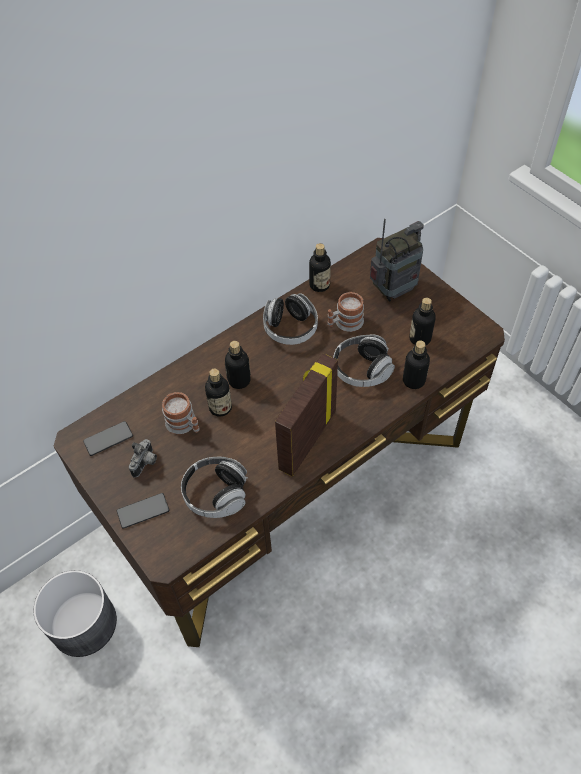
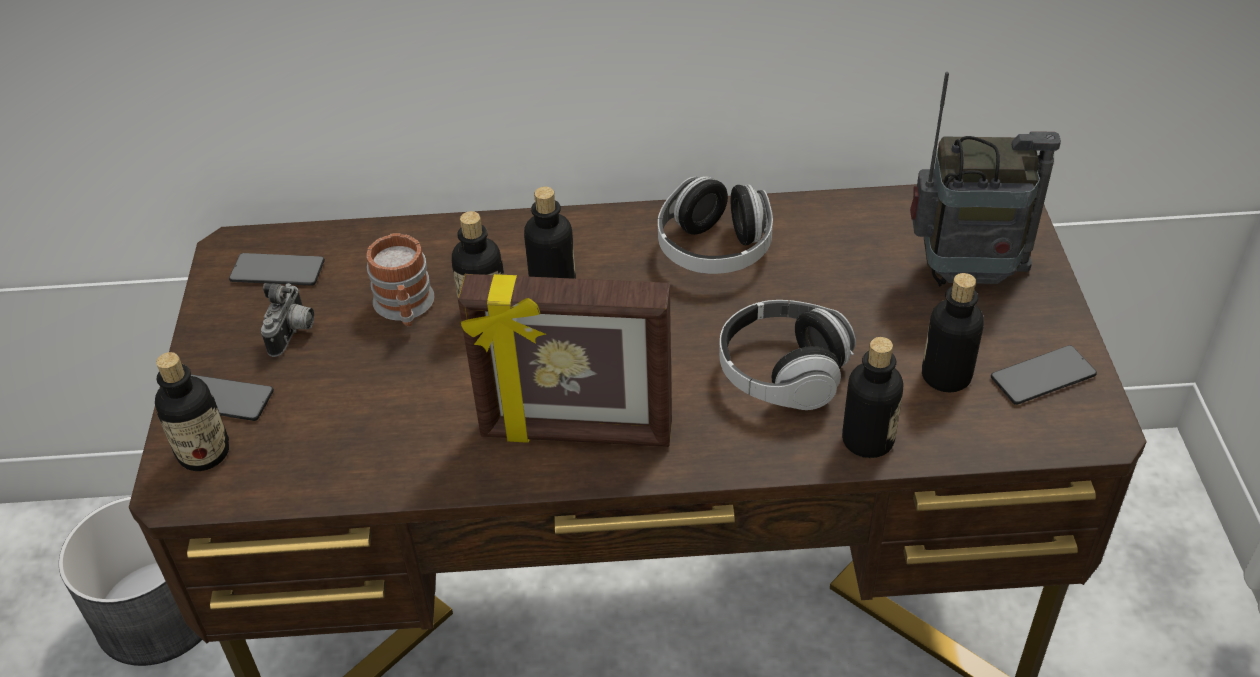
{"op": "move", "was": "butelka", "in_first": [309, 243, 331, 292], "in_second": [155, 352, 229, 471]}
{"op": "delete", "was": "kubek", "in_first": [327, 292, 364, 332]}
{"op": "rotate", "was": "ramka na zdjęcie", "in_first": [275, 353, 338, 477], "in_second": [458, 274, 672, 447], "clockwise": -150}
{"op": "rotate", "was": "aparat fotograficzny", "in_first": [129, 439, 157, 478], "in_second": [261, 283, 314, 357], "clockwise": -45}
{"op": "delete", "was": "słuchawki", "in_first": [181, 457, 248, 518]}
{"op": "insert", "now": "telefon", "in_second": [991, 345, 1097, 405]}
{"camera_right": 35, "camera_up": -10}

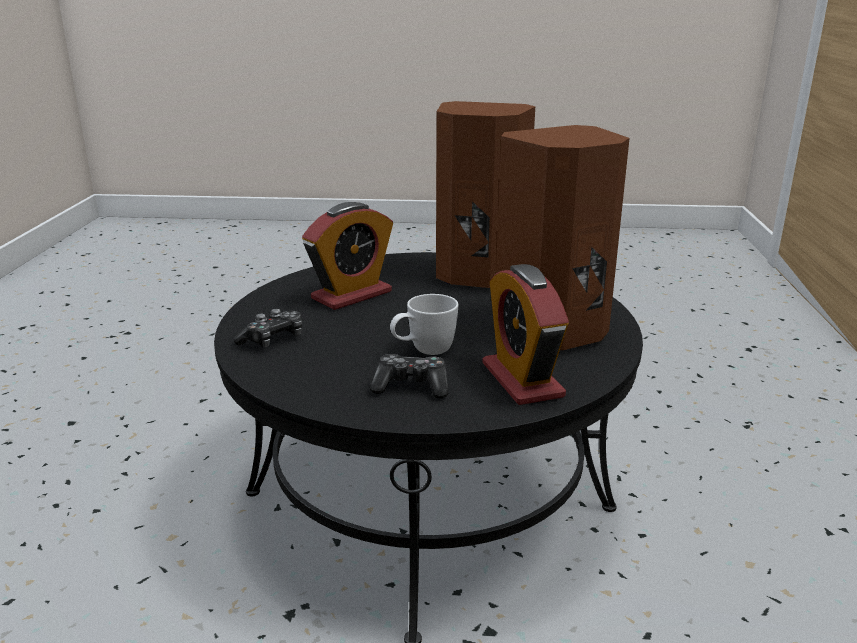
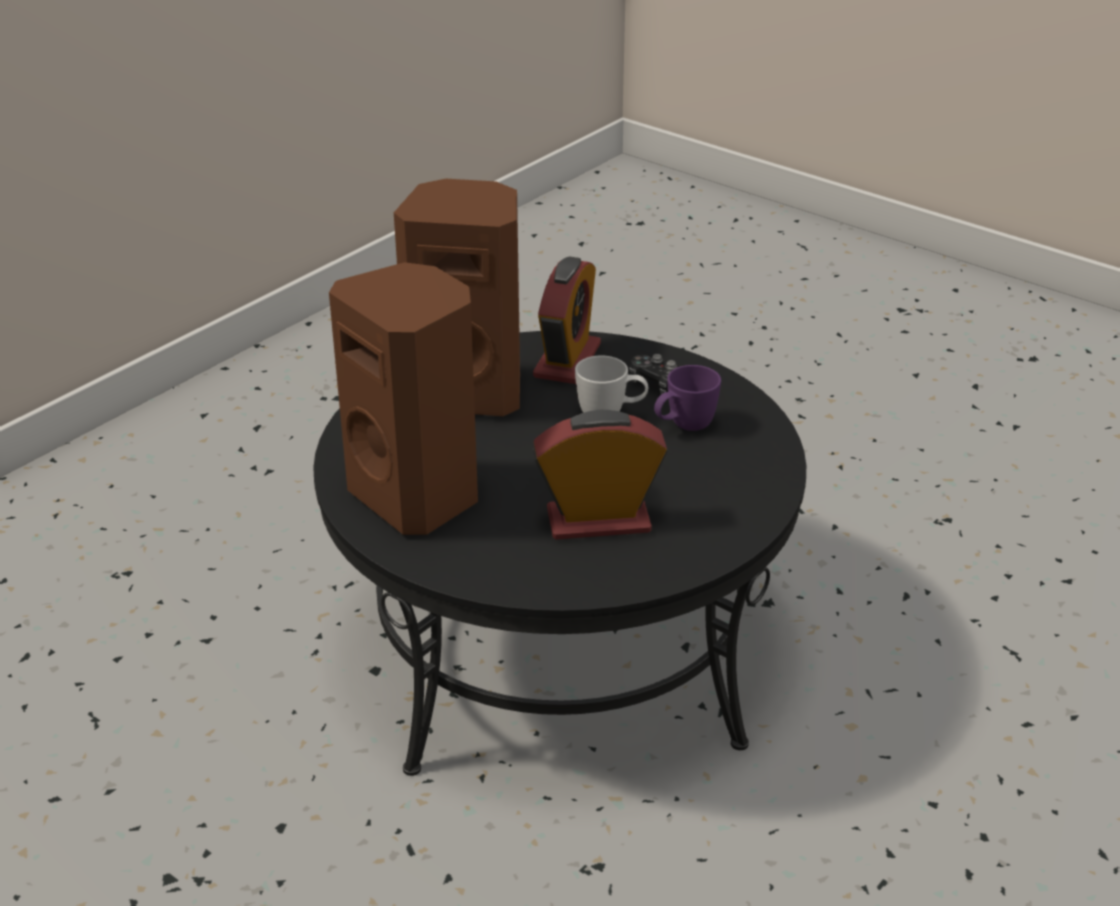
{"op": "delete", "was": "pad do gier", "in_first": [234, 309, 302, 348]}
{"op": "insert", "now": "kubek [fioletowy]", "in_second": [654, 365, 721, 431]}
{"camera_right": -145, "camera_up": 10}

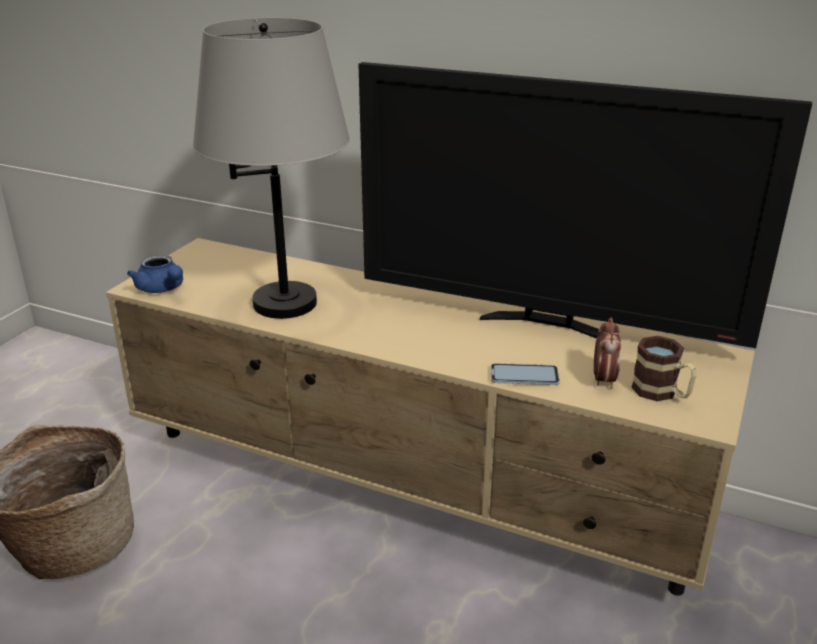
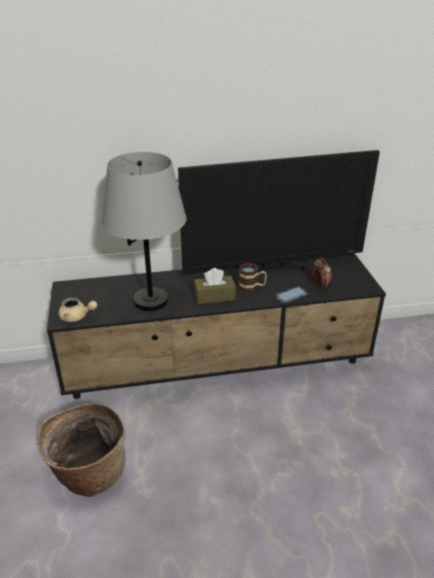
{"op": "recolor", "was": "szafka pod telewizor [beżowy]", "now": "szafka pod telewizor [czarny]", "in_first": [106, 238, 755, 596], "in_second": [47, 253, 386, 399]}
{"op": "recolor", "was": "imbryk [niebieski]", "now": "imbryk [beżowy]", "in_first": [127, 254, 183, 293], "in_second": [59, 297, 97, 322]}
{"op": "move", "was": "kubek", "in_first": [631, 336, 697, 401], "in_second": [238, 263, 267, 291]}
{"op": "insert", "now": "pudełko chusteczek [brązowy]", "in_second": [194, 268, 236, 304]}
{"camera_right": -35, "camera_up": 5}

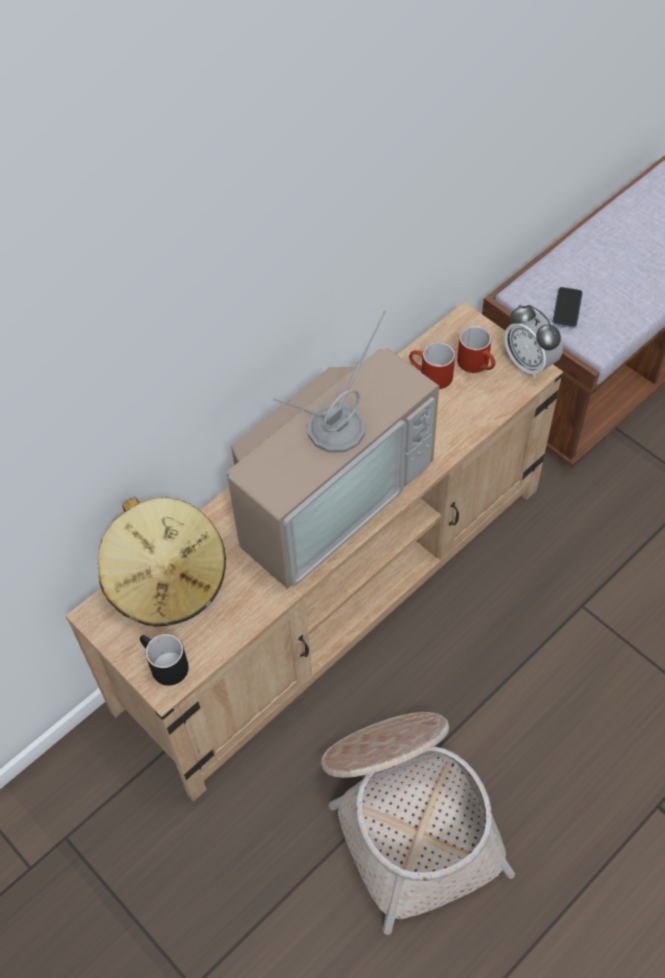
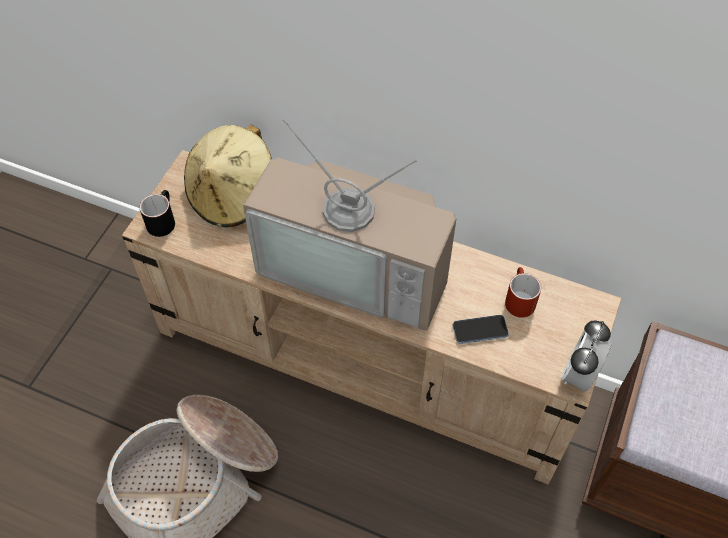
{"op": "move", "was": "telefon", "in_first": [552, 287, 583, 328], "in_second": [453, 315, 509, 344]}
{"op": "delete", "was": "kubek [czerwony]", "in_first": [457, 326, 495, 373]}
{"camera_right": 65, "camera_up": 0}

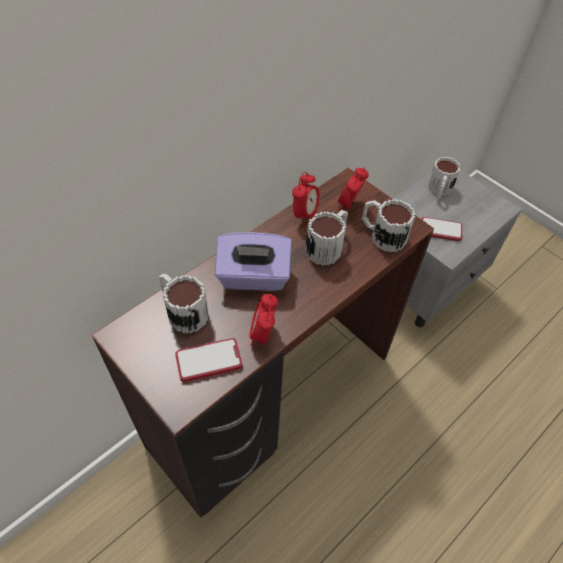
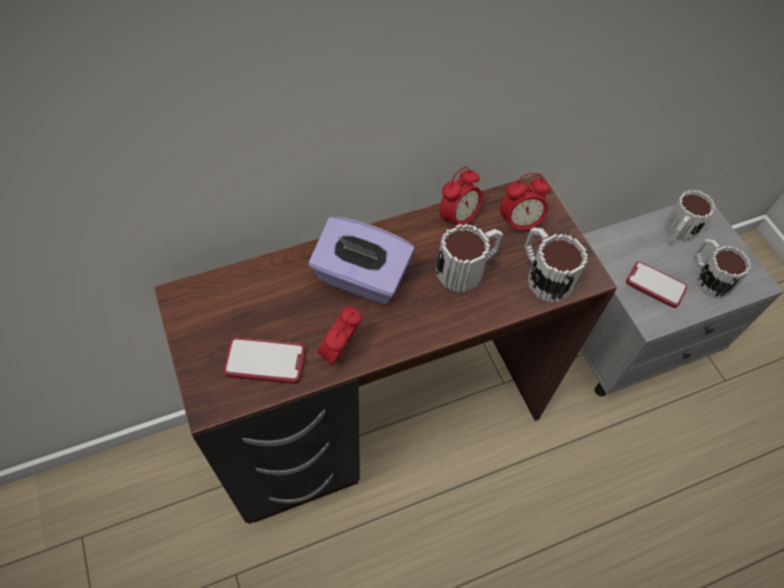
{"op": "rotate", "was": "budzik", "in_first": [337, 167, 369, 210], "in_second": [500, 173, 550, 234], "clockwise": -150}
{"op": "move", "was": "kubek", "in_first": [159, 274, 208, 334], "in_second": [695, 239, 751, 299]}
{"camera_right": 20, "camera_up": 5}

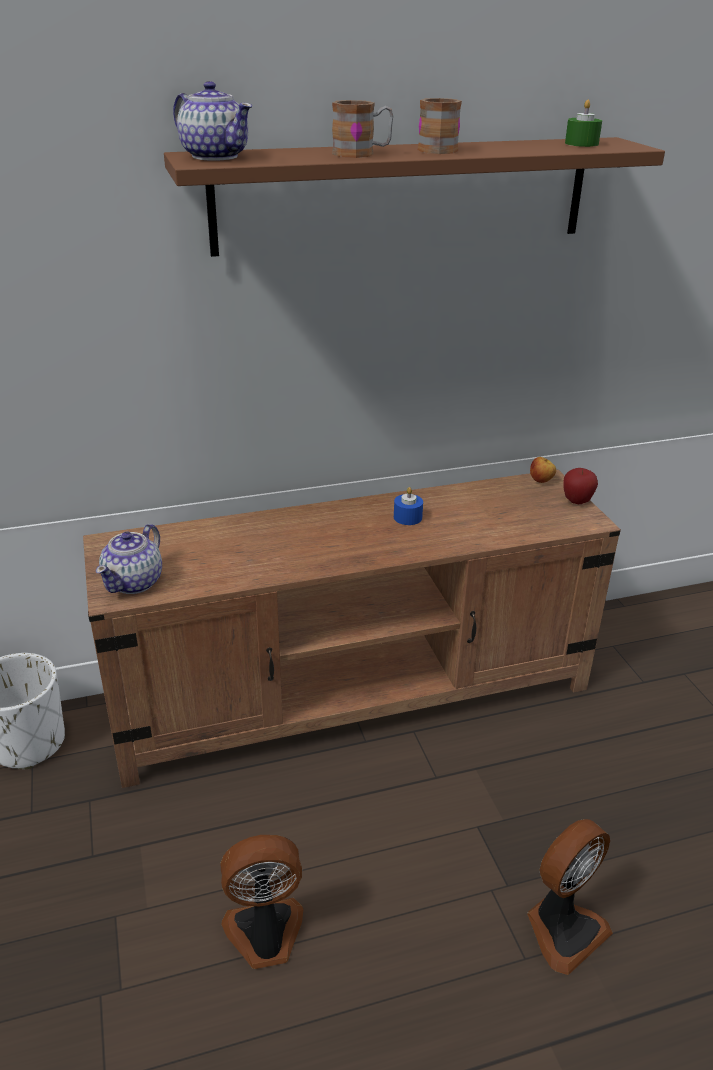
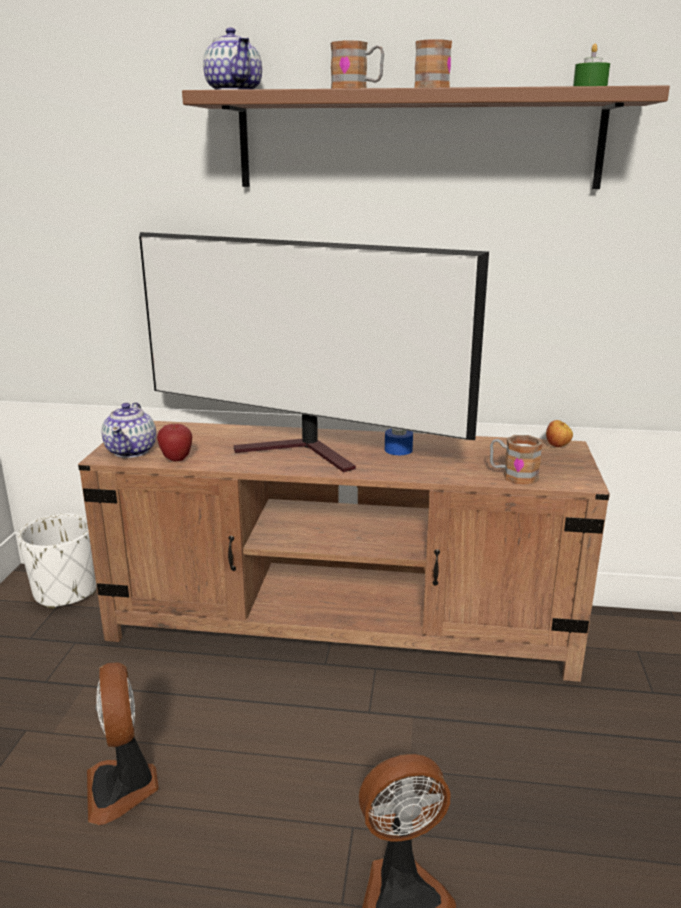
{"op": "move", "was": "jabłko", "in_first": [564, 468, 598, 504], "in_second": [157, 424, 192, 461]}
{"op": "rotate", "was": "imbryk", "in_first": [96, 524, 162, 594], "in_second": [102, 402, 156, 458], "clockwise": -45}
{"op": "rotate", "was": "wentylator", "in_first": [220, 835, 304, 969], "in_second": [87, 662, 159, 825], "clockwise": -120}
{"op": "insert", "now": "telewizor", "in_second": [139, 232, 489, 472]}
{"op": "insert", "now": "kubek", "in_second": [490, 435, 543, 484]}
{"camera_right": 25, "camera_up": -10}

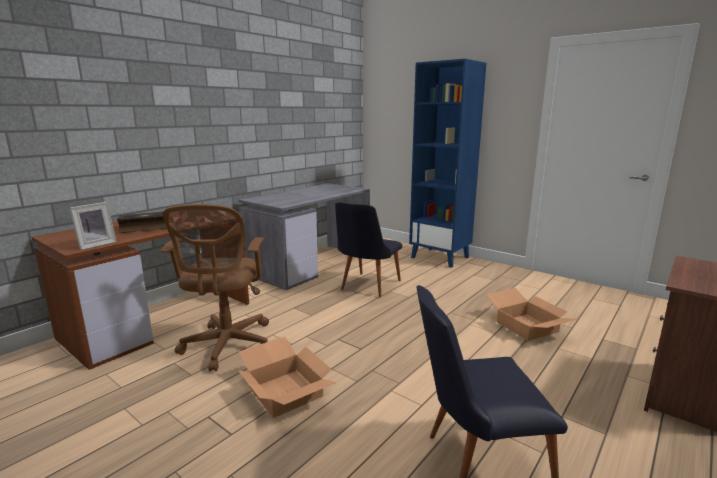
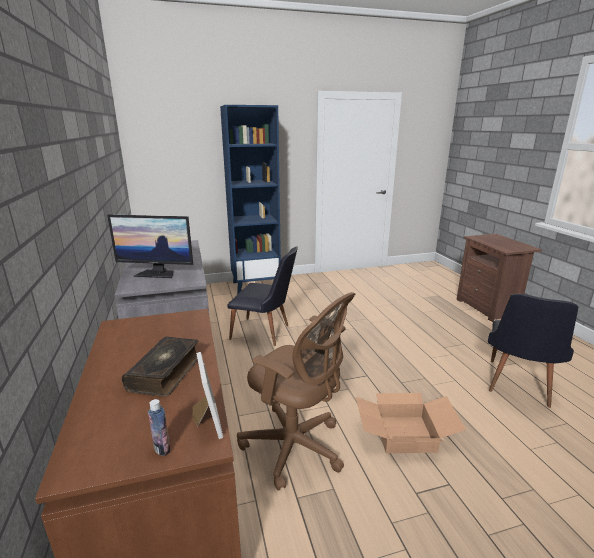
{"op": "rotate", "was": "krzesło [czarny]", "in_first": [335, 202, 402, 298], "in_second": [227, 246, 298, 346], "clockwise": -45}
{"op": "delete", "was": "karton", "in_first": [486, 288, 577, 341]}
{"op": "insert", "now": "monitor", "in_second": [107, 214, 193, 278]}
{"op": "insert", "now": "butelka", "in_second": [148, 399, 170, 456]}
{"camera_right": -55, "camera_up": 5}

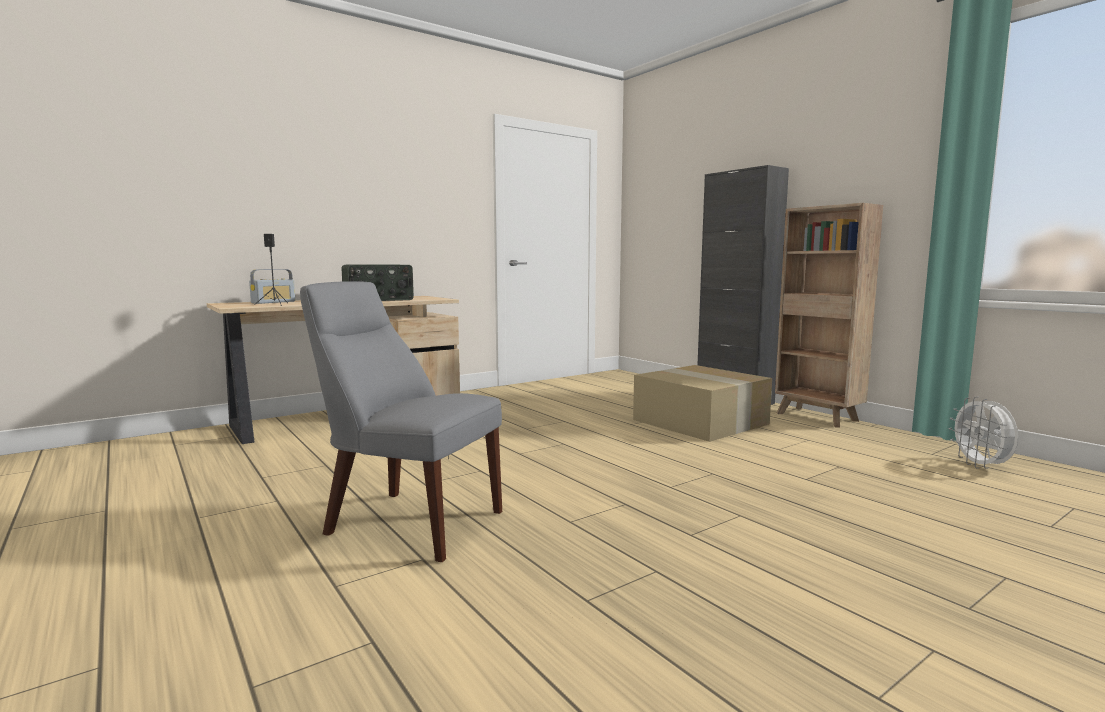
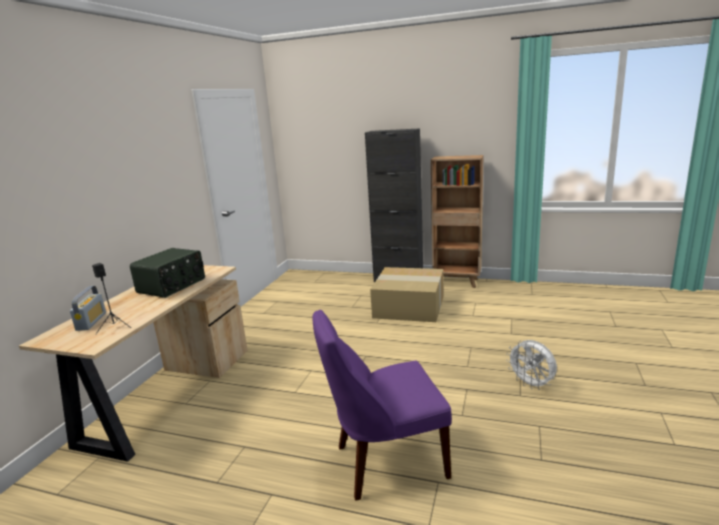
{"op": "recolor", "was": "krzesło [szary]", "now": "krzesło [fioletowy]", "in_first": [300, 281, 502, 562], "in_second": [312, 310, 452, 501]}
{"op": "move", "was": "wentylator [biały]", "in_first": [948, 397, 1018, 469], "in_second": [506, 340, 557, 390]}
{"camera_right": -35, "camera_up": 10}

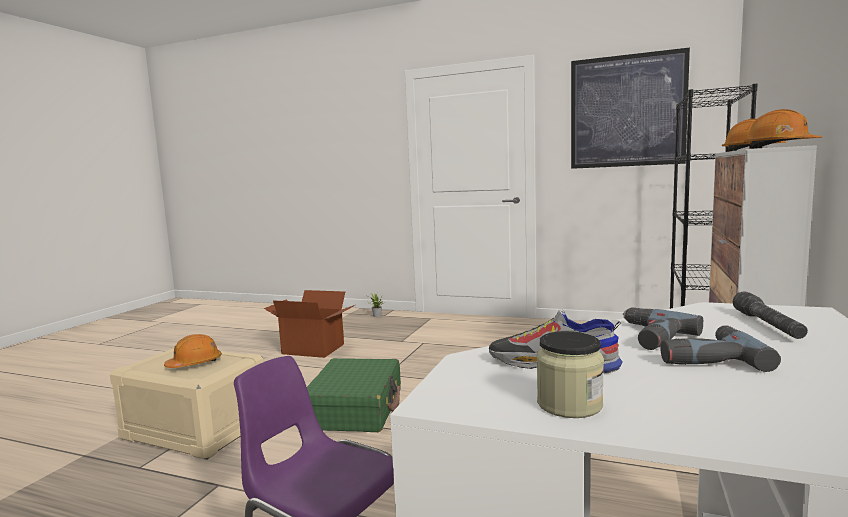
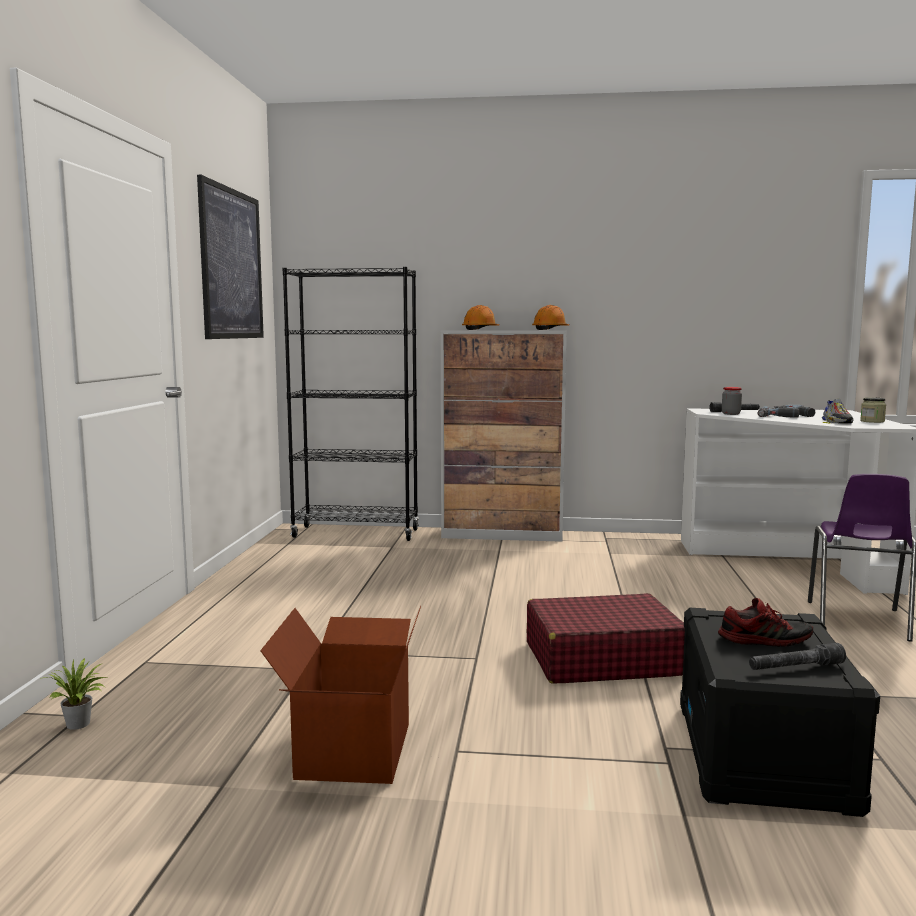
{"op": "replace", "was": "kask [pomarańczowy]", "now": "but", "in_first": [164, 334, 222, 368], "in_second": [718, 598, 813, 647]}
{"op": "recolor", "was": "pojemnik do przechowywania [beżowy]", "now": "pojemnik do przechowywania [czarny]", "in_first": [110, 347, 263, 460], "in_second": [680, 608, 880, 817]}
{"op": "recolor", "was": "walizka [zielony]", "now": "walizka [czerwony]", "in_first": [307, 358, 401, 432], "in_second": [527, 593, 685, 684]}
{"op": "insert", "now": "słoik", "in_second": [722, 387, 742, 415]}
{"op": "insert", "now": "latarka [szary]", "in_second": [749, 643, 846, 670]}
{"camera_right": -105, "camera_up": 0}

